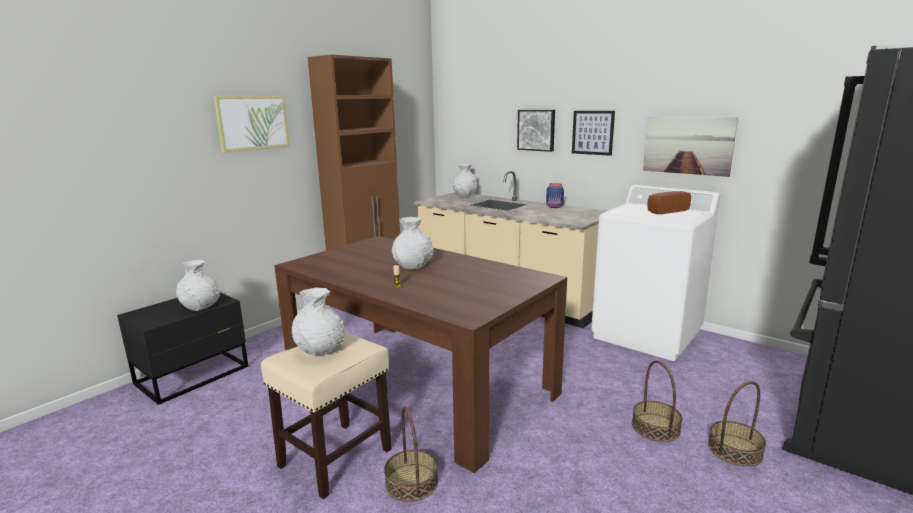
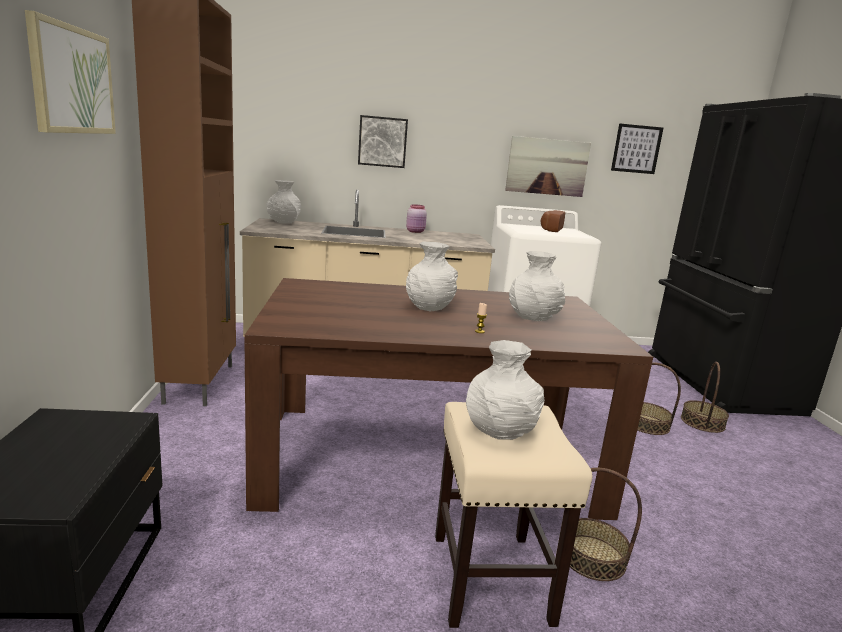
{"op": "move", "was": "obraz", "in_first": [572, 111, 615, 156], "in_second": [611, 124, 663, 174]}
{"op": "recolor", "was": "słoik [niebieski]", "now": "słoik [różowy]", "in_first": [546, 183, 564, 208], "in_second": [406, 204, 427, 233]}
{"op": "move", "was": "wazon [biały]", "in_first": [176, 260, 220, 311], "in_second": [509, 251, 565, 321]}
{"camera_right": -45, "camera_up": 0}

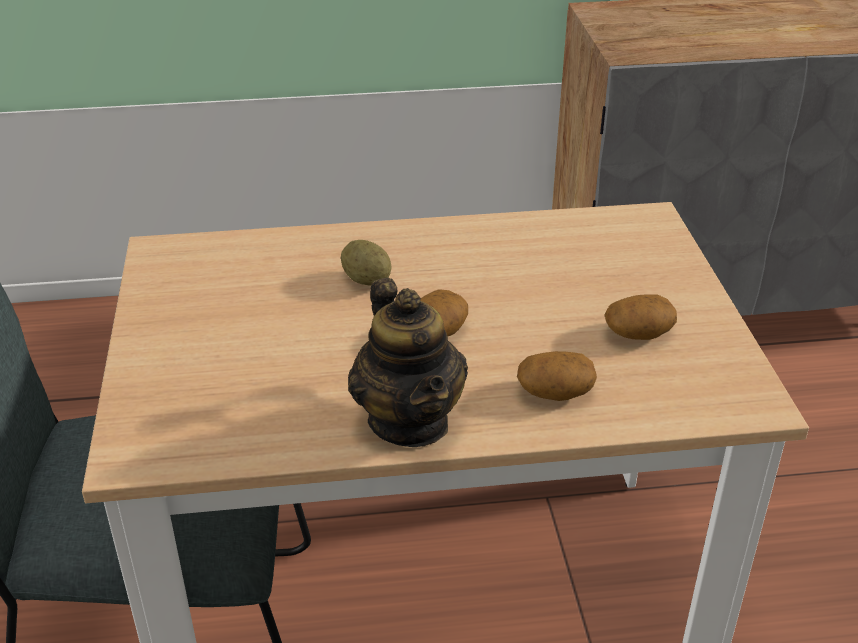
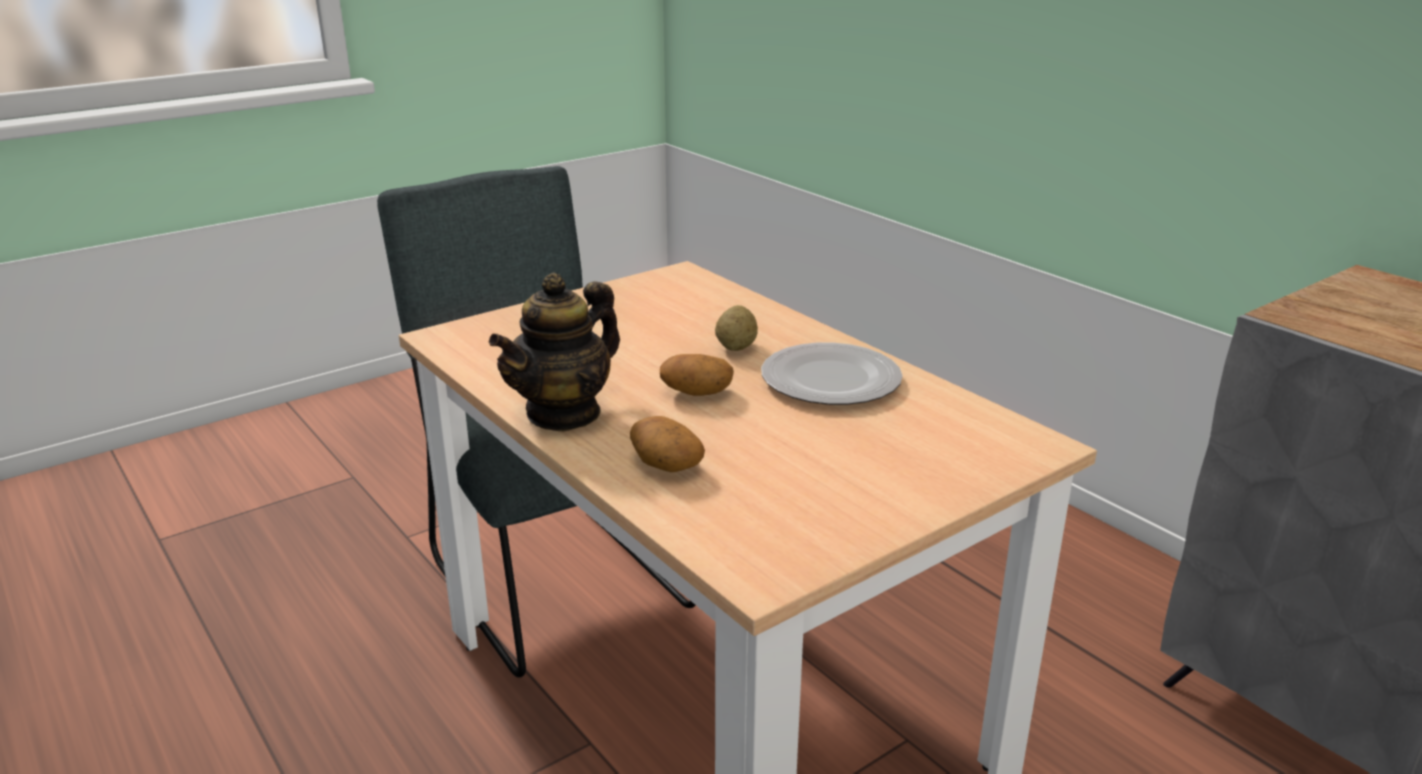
{"op": "delete", "was": "ziemniak", "in_first": [605, 294, 677, 340]}
{"op": "insert", "now": "talerz", "in_second": [761, 343, 903, 405]}
{"camera_right": 60, "camera_up": -10}

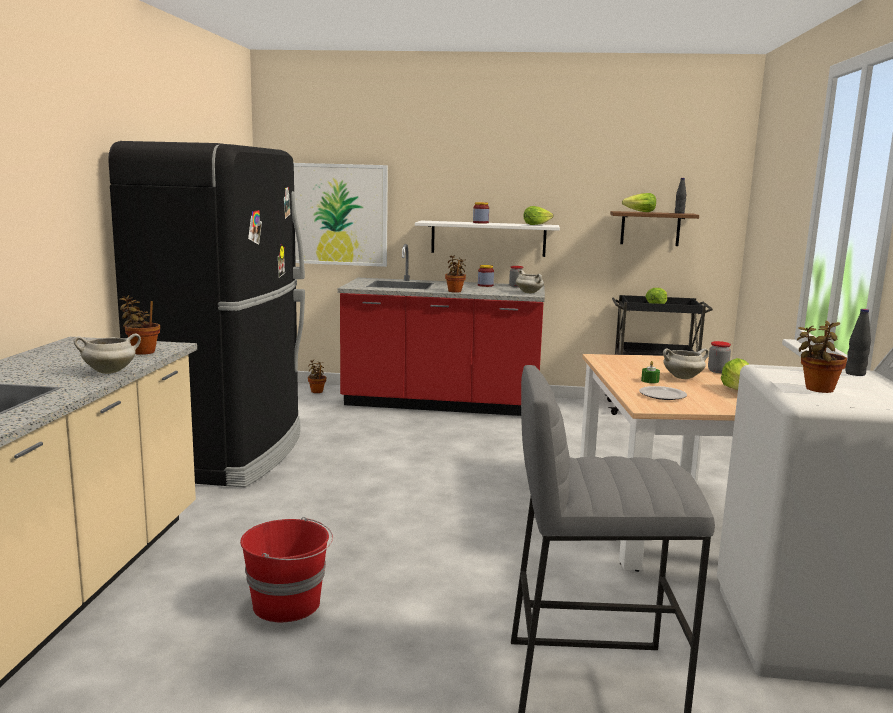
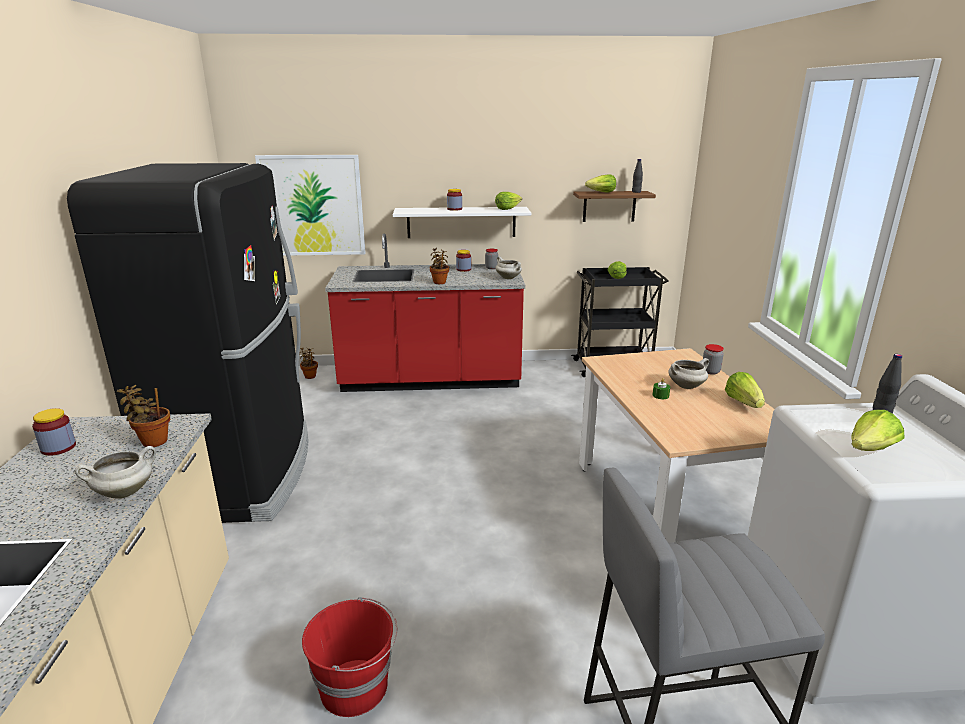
{"op": "replace", "was": "roślina doniczkowa", "now": "sałata", "in_first": [797, 321, 847, 393], "in_second": [851, 410, 904, 451]}
{"op": "delete", "was": "talerz", "in_first": [639, 386, 687, 400]}
{"op": "insert", "now": "słoik", "in_second": [32, 408, 76, 456]}
{"camera_right": -10, "camera_up": 10}

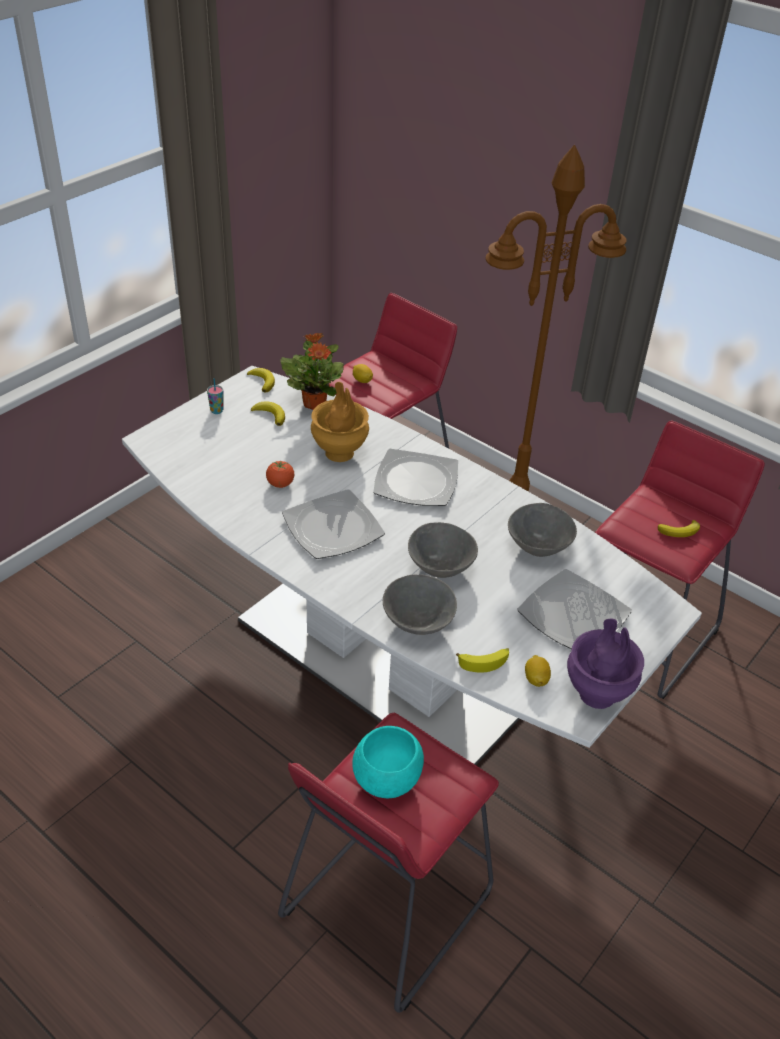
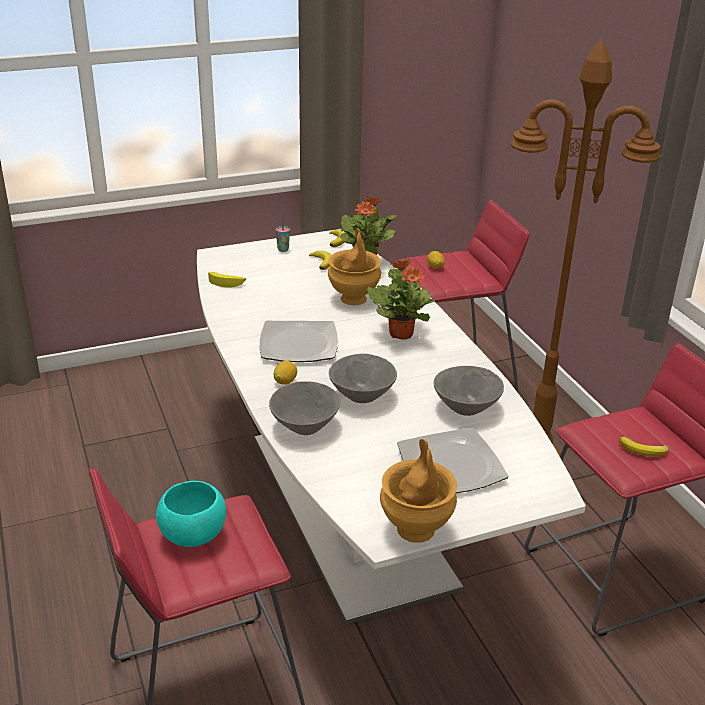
{"op": "replace", "was": "talerz", "now": "roślina doniczkowa", "in_first": [373, 449, 458, 506], "in_second": [367, 259, 435, 340]}
{"op": "delete", "was": "pomidor", "in_first": [266, 461, 294, 488]}
{"op": "recolor", "was": "wazon [fioletowy]", "now": "wazon [brązowy]", "in_first": [567, 618, 644, 709], "in_second": [380, 439, 457, 543]}
{"op": "move", "was": "banan", "in_first": [456, 648, 509, 672], "in_second": [208, 272, 246, 288]}
{"op": "move", "was": "cytryna", "in_first": [525, 655, 551, 687], "in_second": [274, 361, 297, 385]}
{"camera_right": 30, "camera_up": -10}

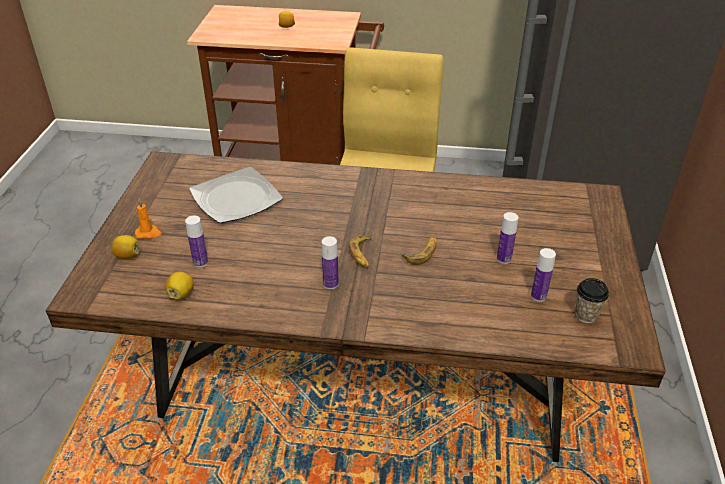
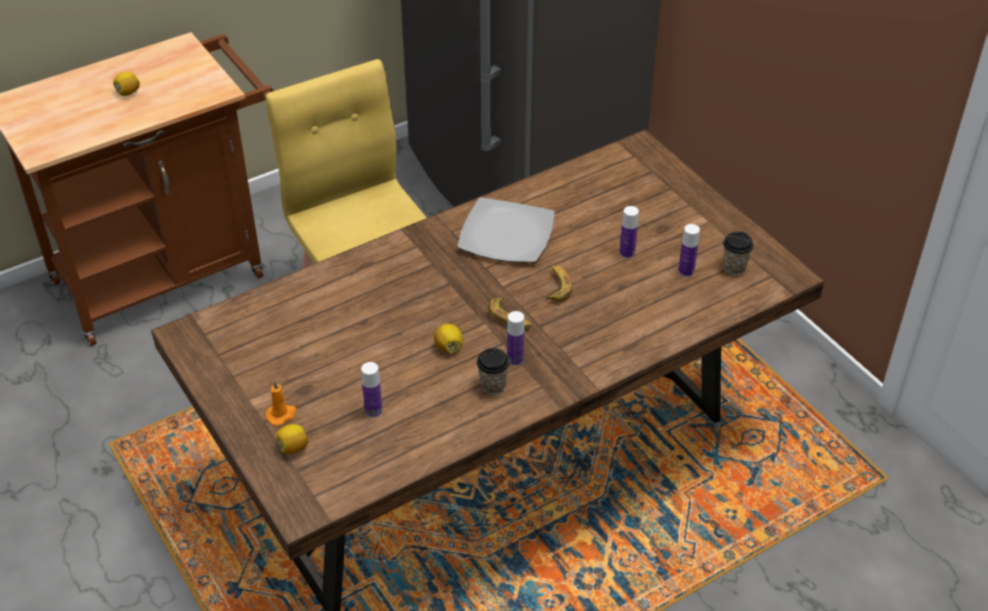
{"op": "move", "was": "talerz", "in_first": [190, 167, 283, 223], "in_second": [457, 197, 555, 263]}
{"op": "move", "was": "cytryna", "in_first": [165, 272, 194, 300], "in_second": [434, 324, 463, 353]}
{"op": "insert", "now": "filiżanka", "in_second": [477, 348, 510, 395]}
{"camera_right": -40, "camera_up": 5}

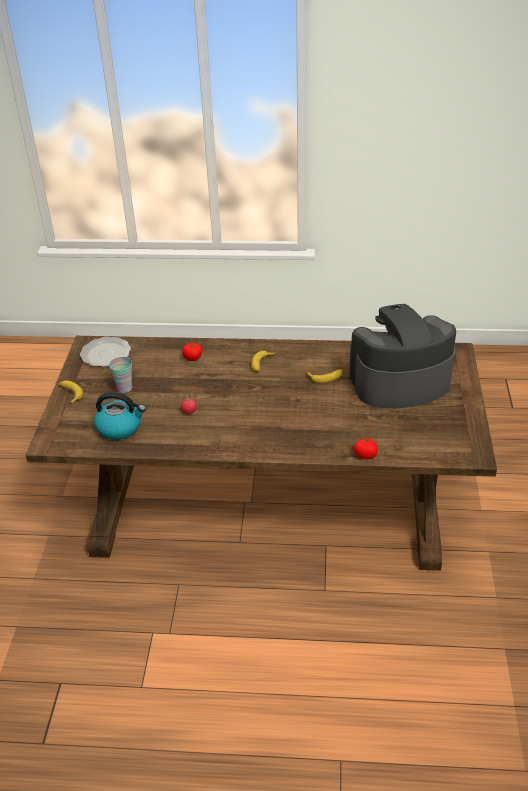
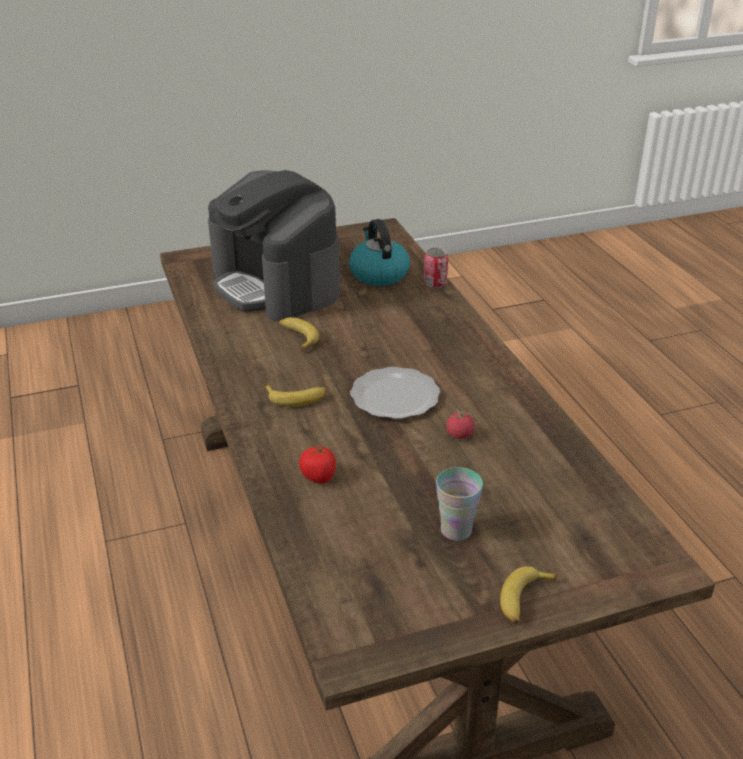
{"op": "move", "was": "talerz", "in_first": [80, 337, 131, 367], "in_second": [350, 367, 440, 419]}
{"op": "move", "was": "czajnik", "in_first": [94, 392, 146, 440], "in_second": [349, 219, 410, 286]}
{"op": "replace", "was": "pomidor", "now": "puszka", "in_first": [354, 436, 377, 459], "in_second": [424, 248, 448, 288]}
{"camera_right": -115, "camera_up": -5}

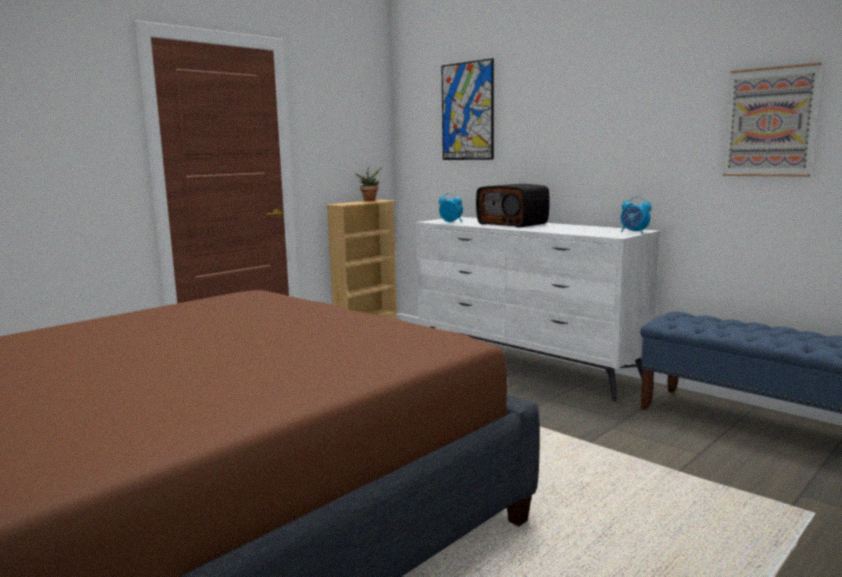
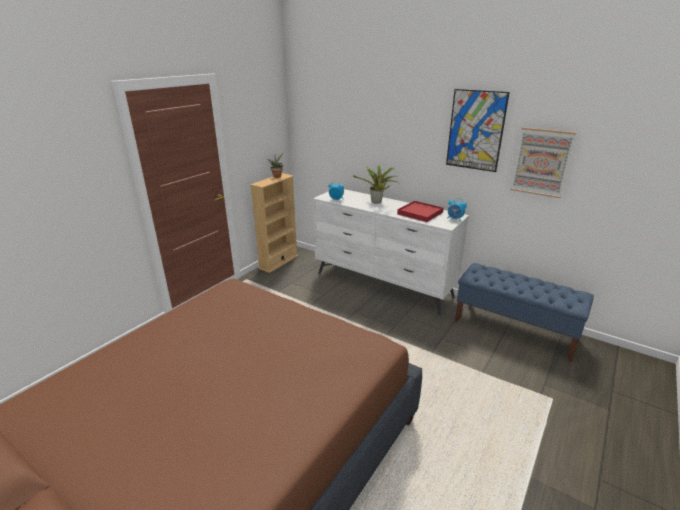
{"op": "move", "was": "obraz", "in_first": [442, 58, 494, 160], "in_second": [446, 89, 510, 172]}
{"op": "replace", "was": "radio", "now": "roślina doniczkowa", "in_first": [476, 184, 550, 227], "in_second": [353, 165, 400, 204]}
{"op": "insert", "now": "taca [czerwony]", "in_second": [397, 201, 444, 222]}
{"camera_right": -10, "camera_up": 15}

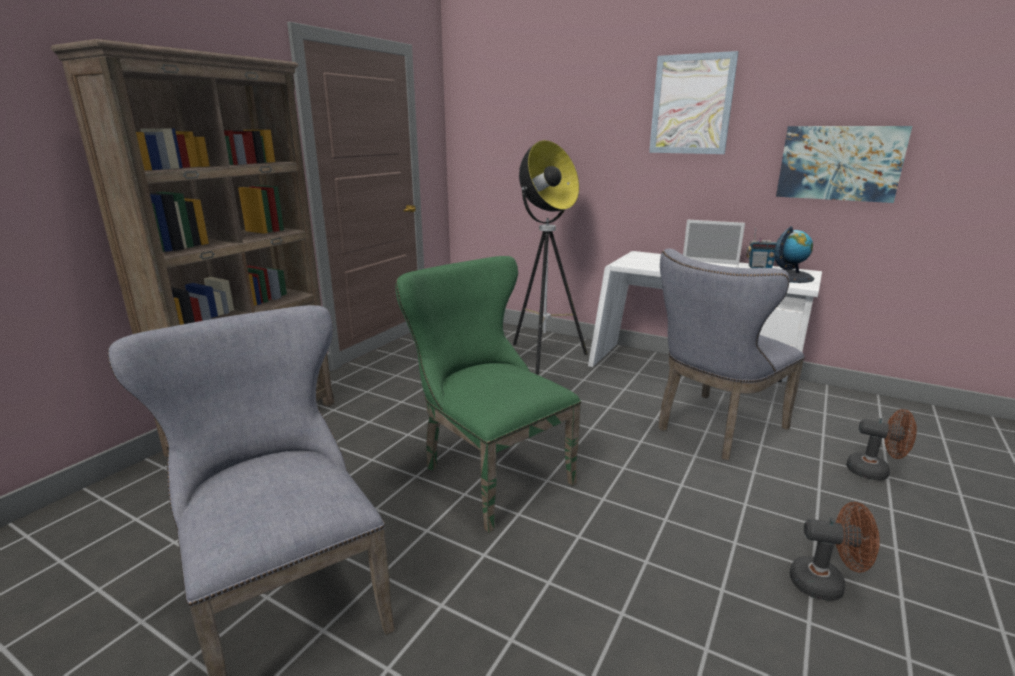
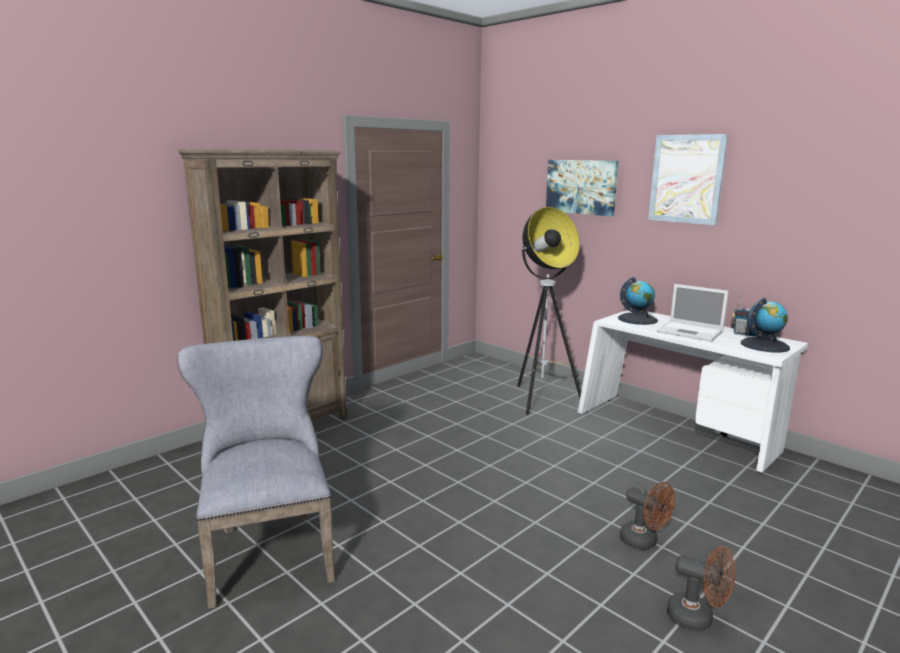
{"op": "move", "was": "obraz", "in_first": [776, 126, 912, 203], "in_second": [546, 160, 618, 217]}
{"op": "delete", "was": "krzesło [szary]", "in_first": [658, 248, 805, 460]}
{"op": "delete", "was": "krzesło [zielony]", "in_first": [395, 256, 581, 533]}
{"op": "move", "was": "wentylator [brązowy]", "in_first": [846, 409, 916, 480], "in_second": [619, 482, 675, 550]}
{"op": "insert", "now": "globus", "in_second": [618, 277, 658, 325]}
{"camera_right": 15, "camera_up": -5}

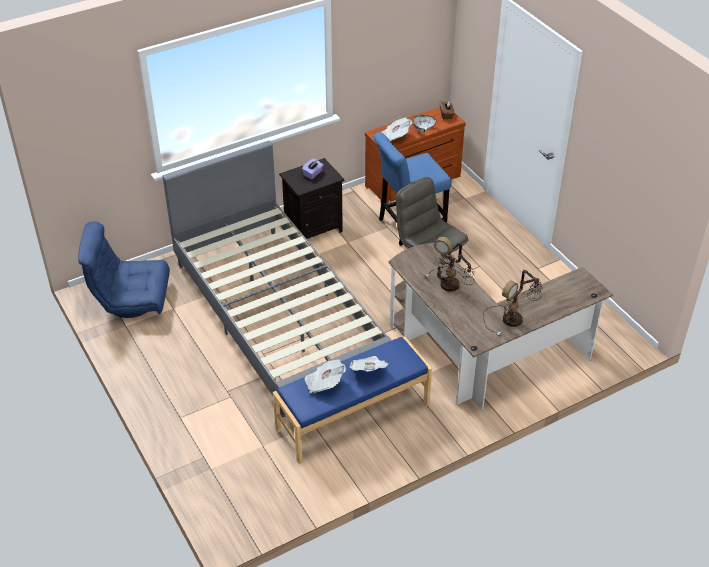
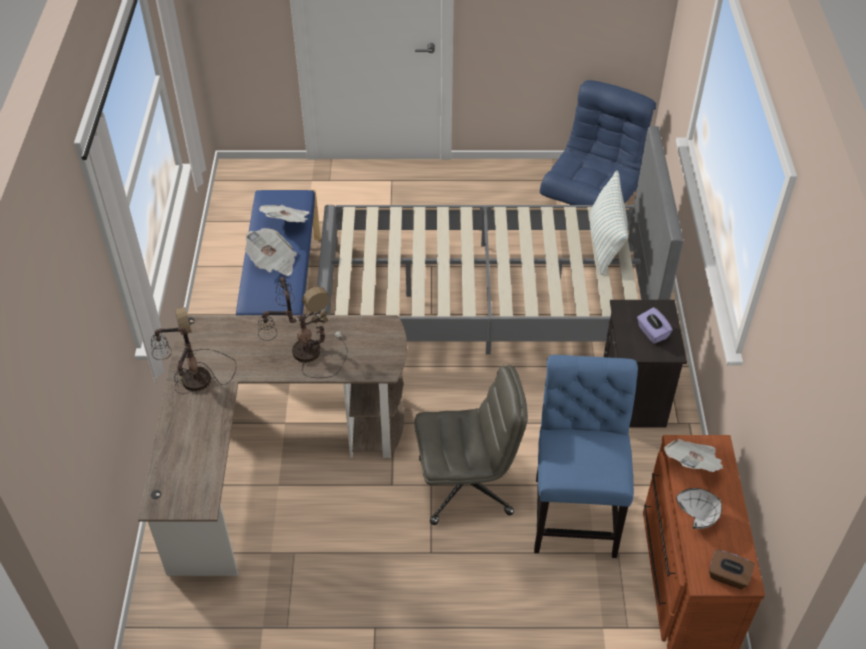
{"op": "insert", "now": "poduszka", "in_second": [590, 171, 628, 275]}
{"camera_right": 120, "camera_up": 5}

